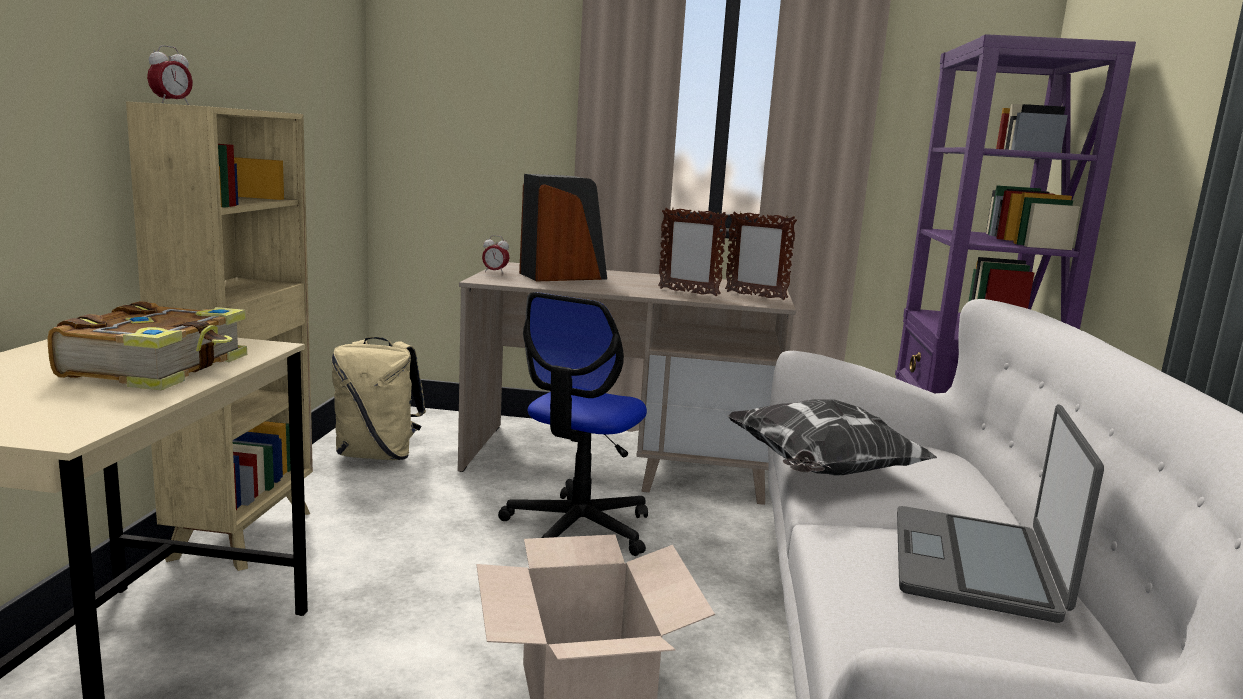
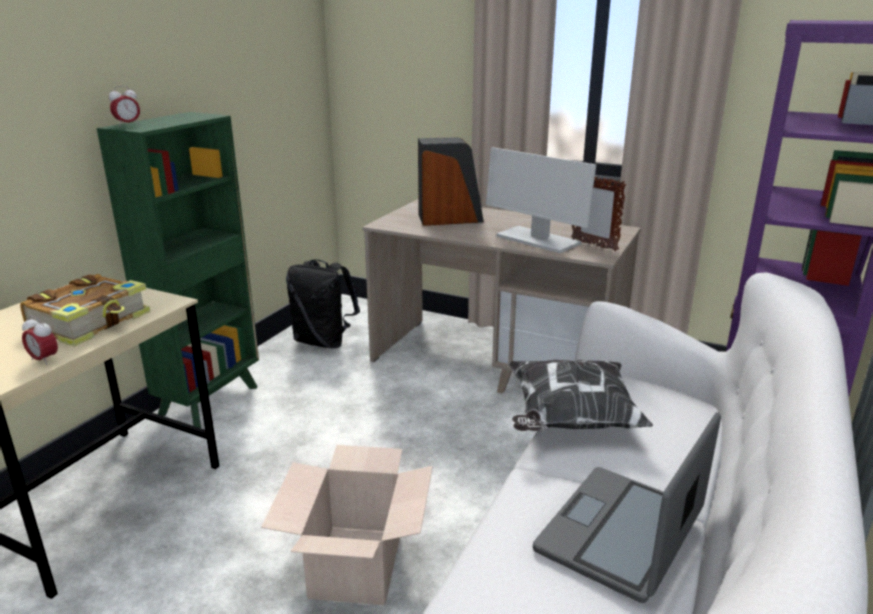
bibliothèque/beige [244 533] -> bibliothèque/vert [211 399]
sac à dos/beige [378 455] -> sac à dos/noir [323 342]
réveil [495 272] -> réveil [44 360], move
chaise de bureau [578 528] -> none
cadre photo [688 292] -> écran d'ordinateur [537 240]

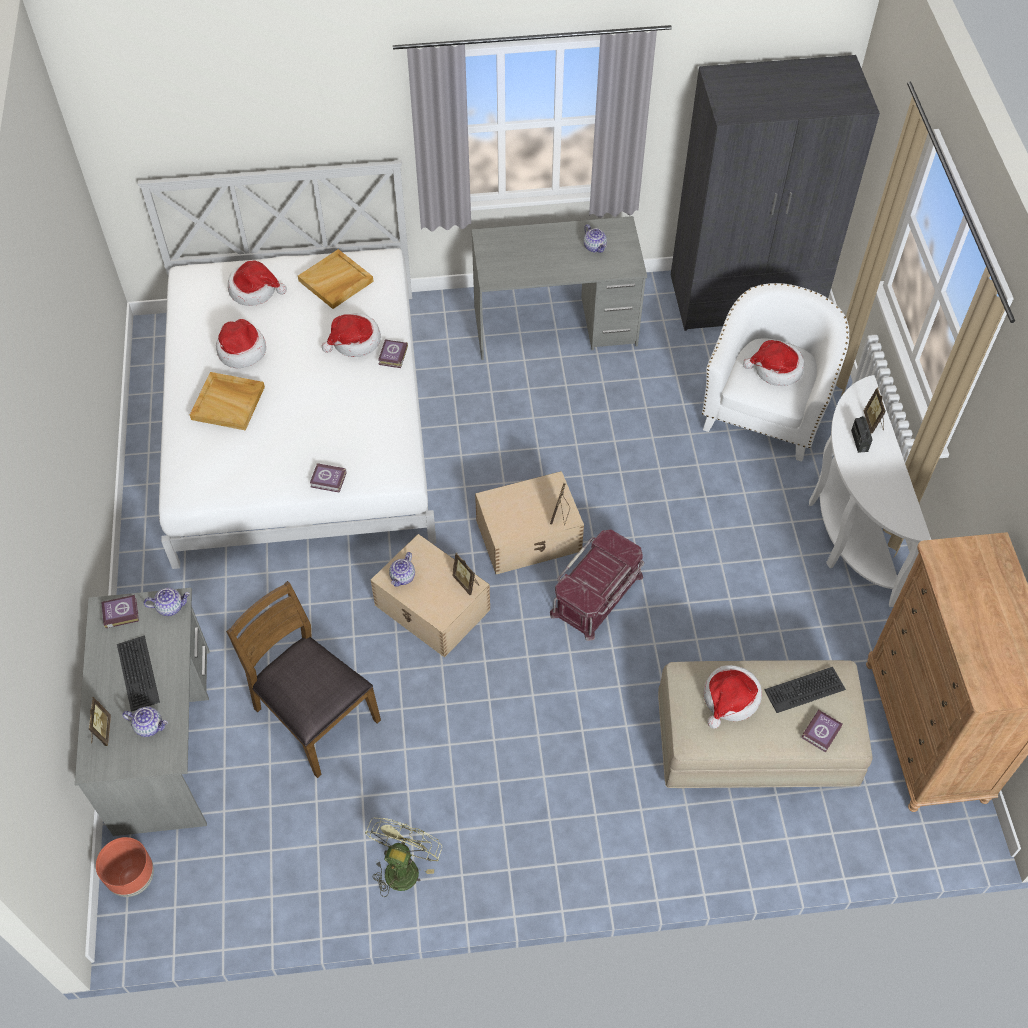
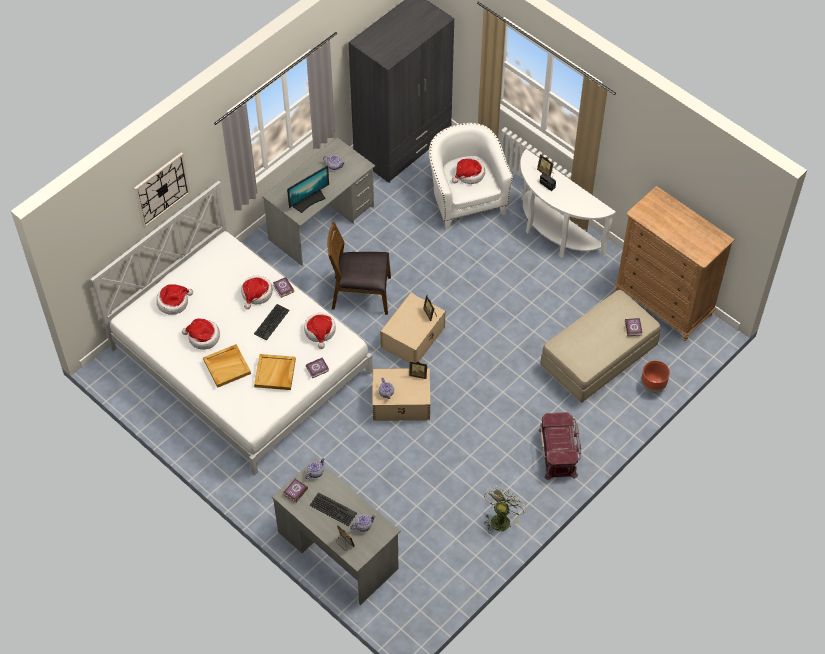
cache-pot/marron [132 878] -> cache-pot/marron [652 386], move
chaise/marron [314 716] -> chaise/marron [360 294], move
plateau/beige [336 281] -> plateau/beige [275 373], move
ventilateur/vert [403 866] -> ventilateur/vert [501 518], 45 degrees clockwise
boîte de rangement/rouge [597 595] -> boîte de rangement/rouge [558 452], move
chapeau [730 699] -> chapeau [320 331], move
clavier [804 689] -> clavier [271 322], move
none -> horloge murale [161 189]
none -> écran d'ordinateur [309 201]

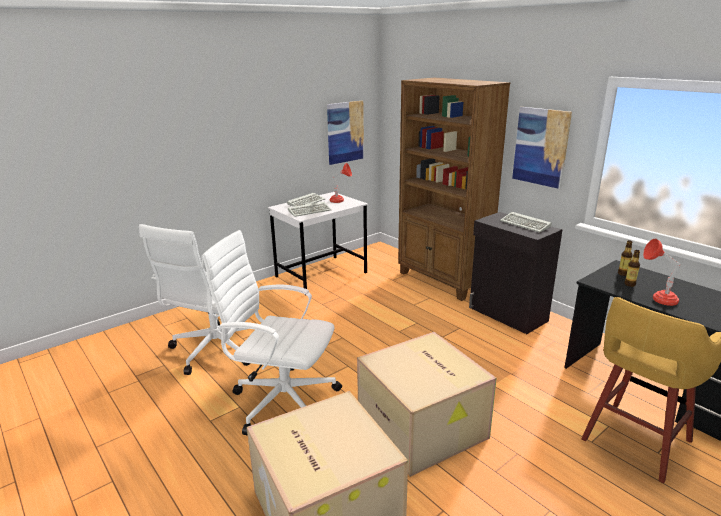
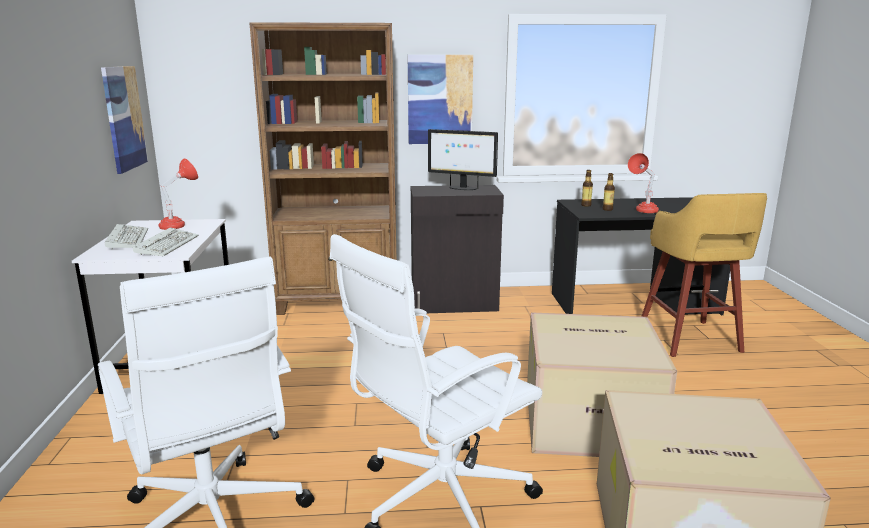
clavier [526 224] -> écran d'ordinateur [462 188]

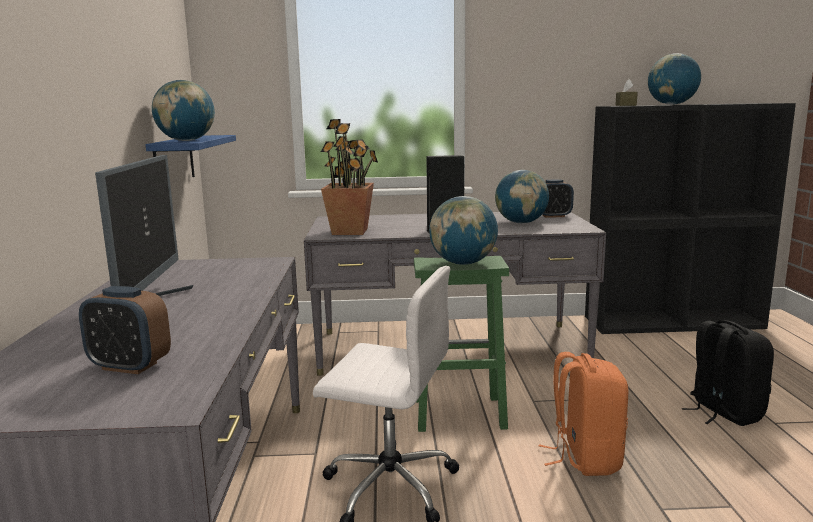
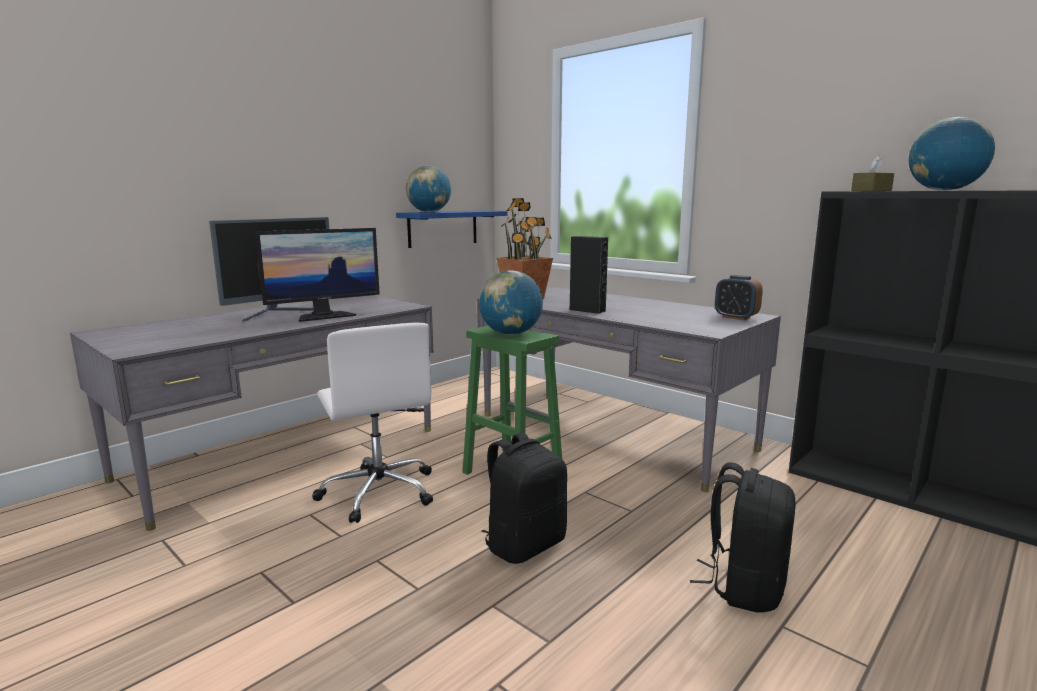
réveil [129 366] -> none
globe [521 222] -> none
sac à dos/orange [585 458] -> sac à dos/noir [525 545]
none -> écran d'ordinateur [324 316]

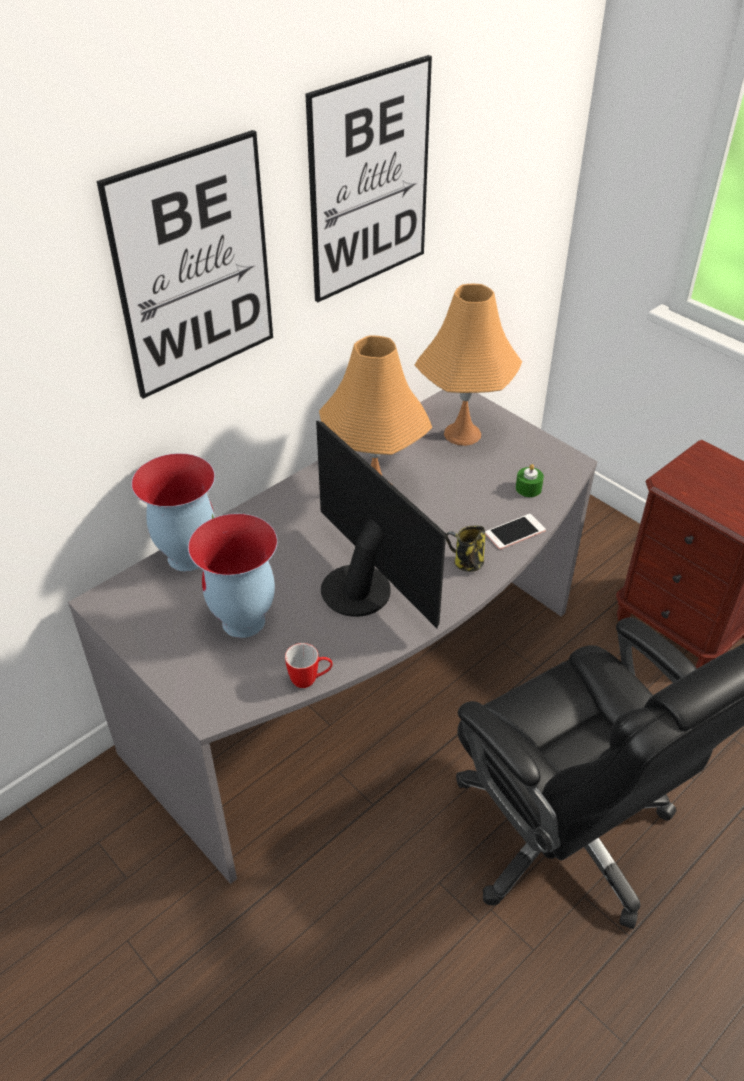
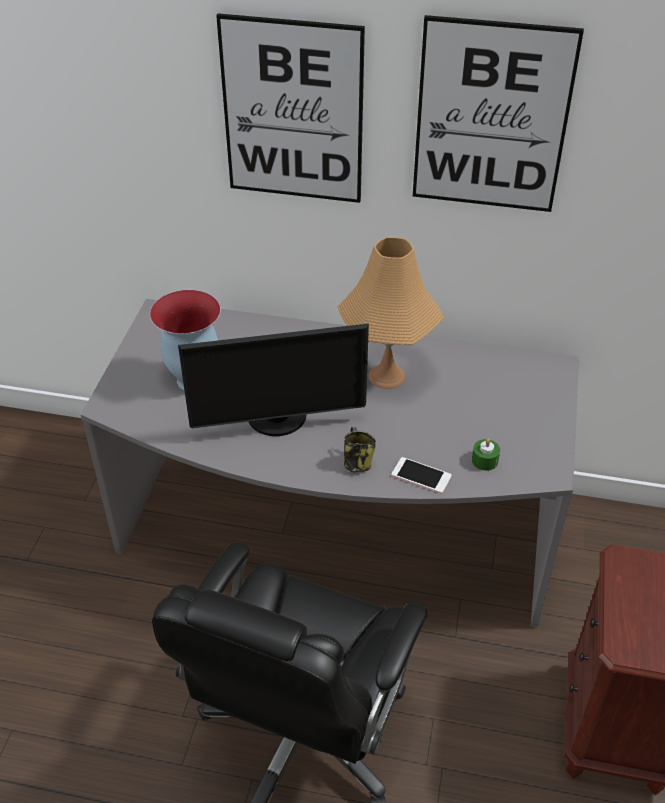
vase [187 556] -> none
mug [310 680] -> none
écran d'ordinateur [362 587] -> écran d'ordinateur [278 420], 60 degrees clockwise
lampe de table/orange [462 434] -> none

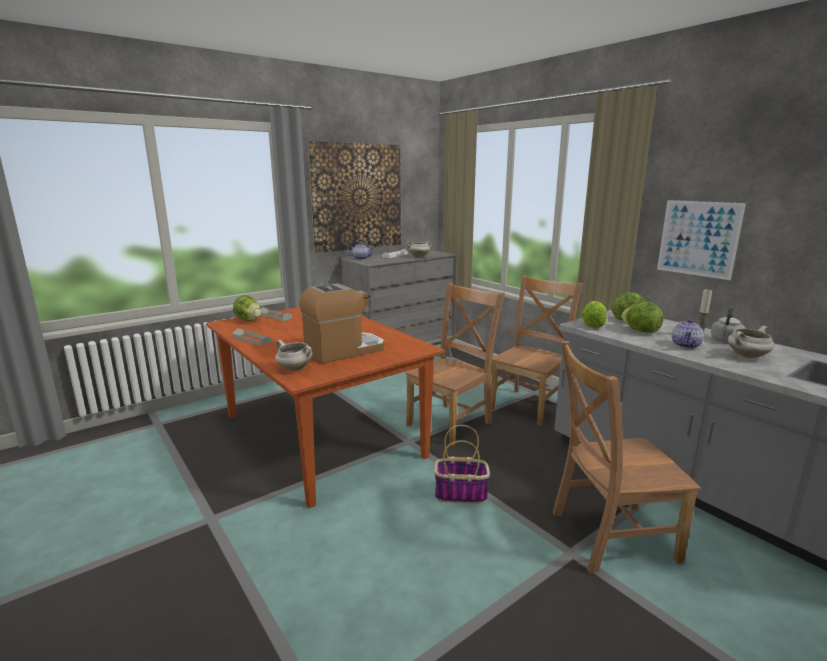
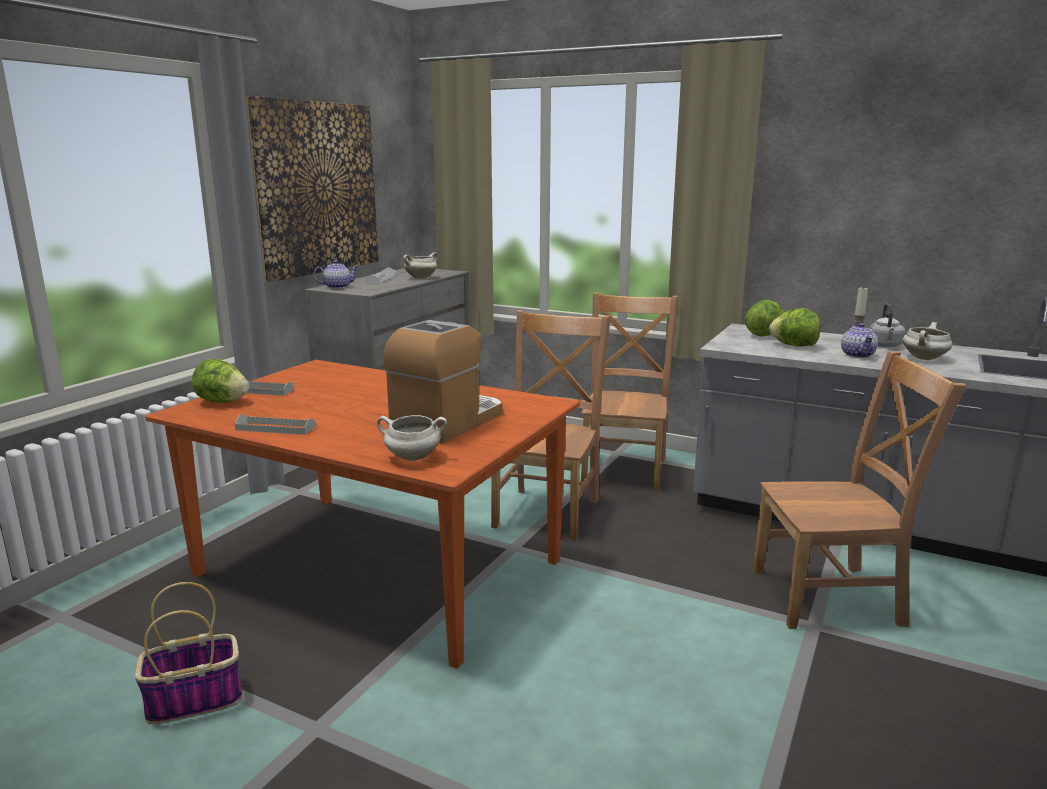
panier [461 494] -> panier [196 700], move
chaise/marron [608 536] -> chaise/marron [832 597], 150 degrees counterclockwise
laitue [593 325] -> none
tableau [698 238] -> none

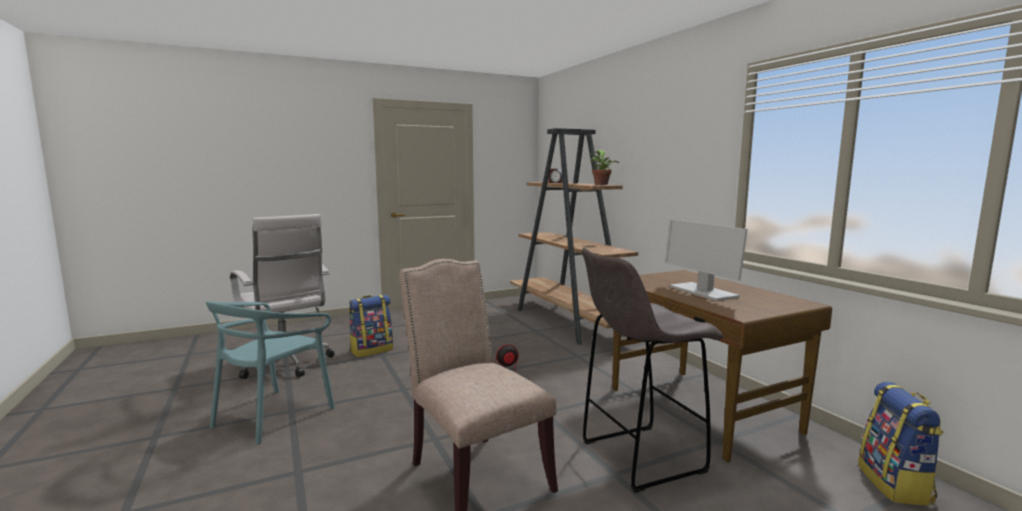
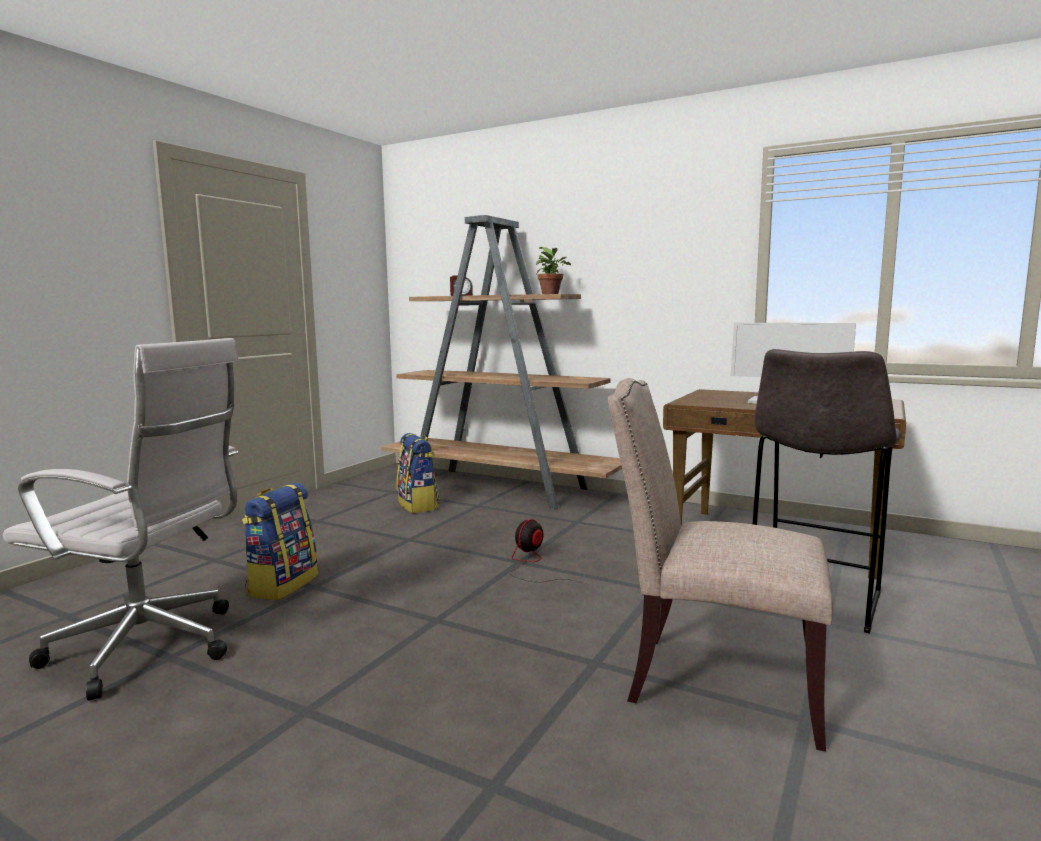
chaise/turquoise [273 415] -> none
sac à dos [895 485] -> sac à dos [419 505], move

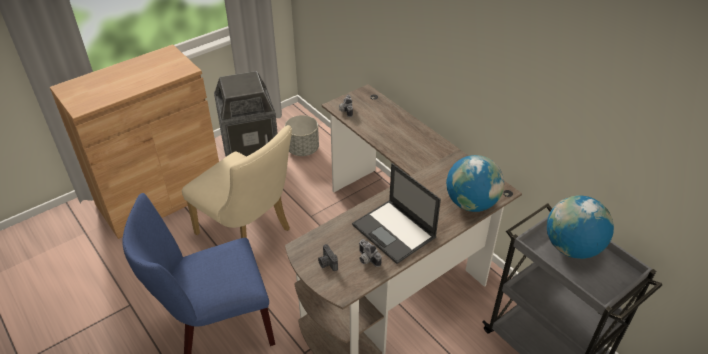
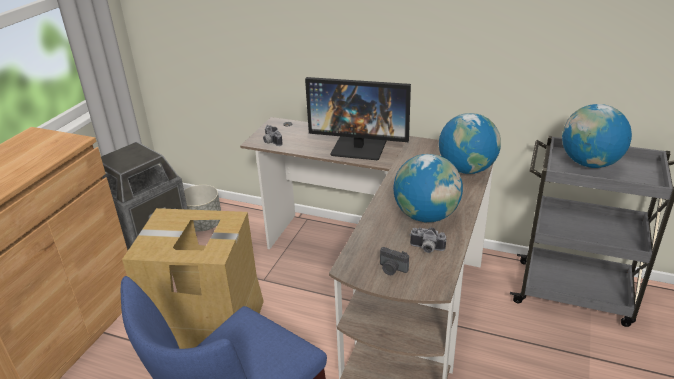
chaise/beige [248 234] -> carton [207 326]
ordinateur portable [394 231] -> globe [426 216]
none -> écran d'ordinateur [359 148]

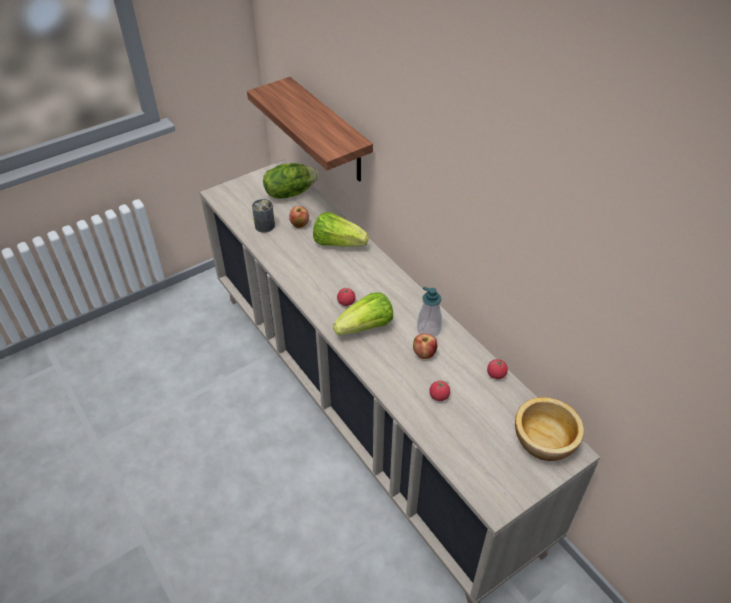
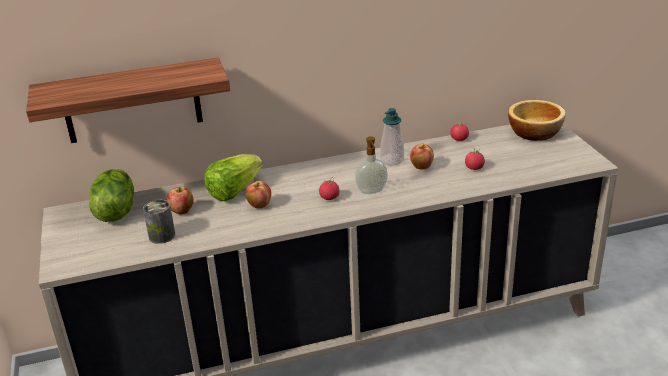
laitue [366 327] -> distributeur de savon [372 191]
none -> pomme [259 205]

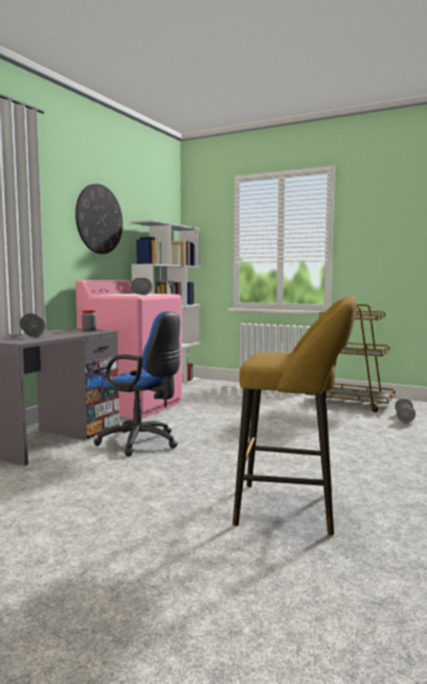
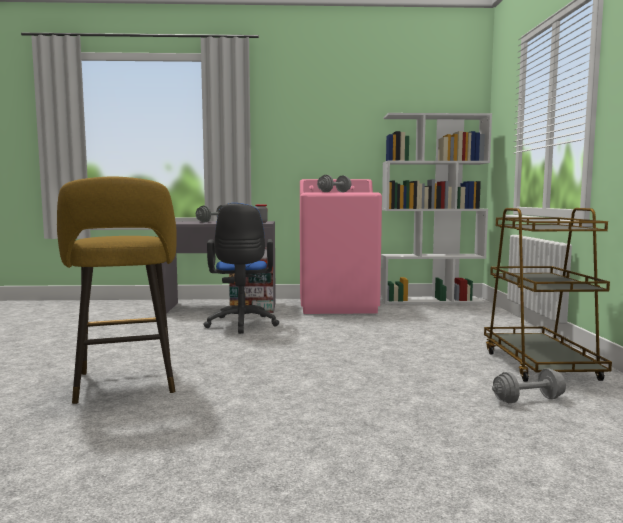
horloge murale [99 219] -> none

